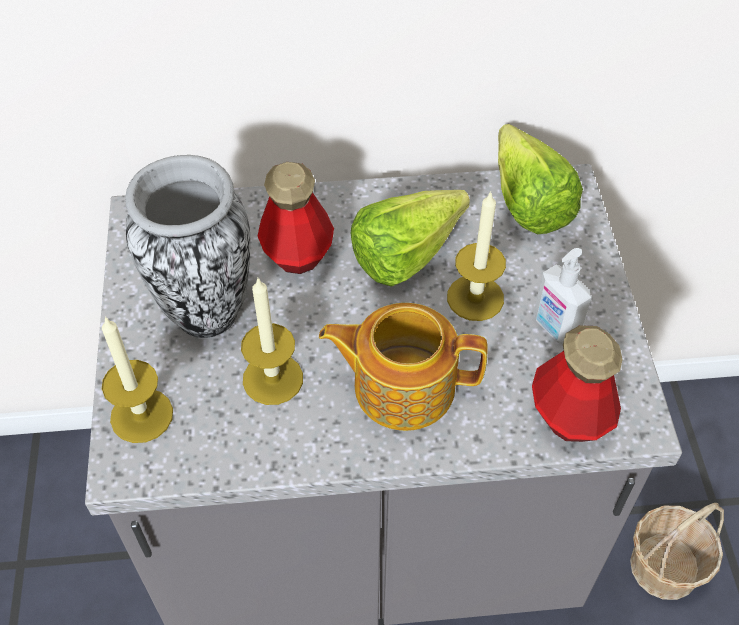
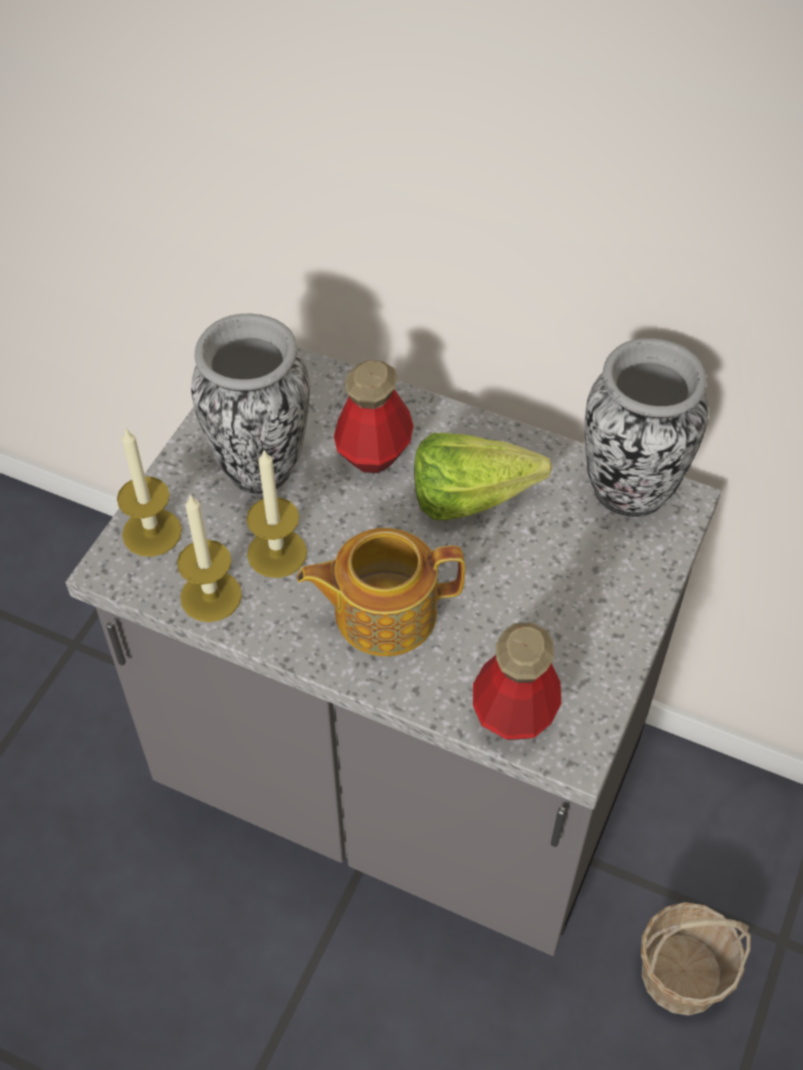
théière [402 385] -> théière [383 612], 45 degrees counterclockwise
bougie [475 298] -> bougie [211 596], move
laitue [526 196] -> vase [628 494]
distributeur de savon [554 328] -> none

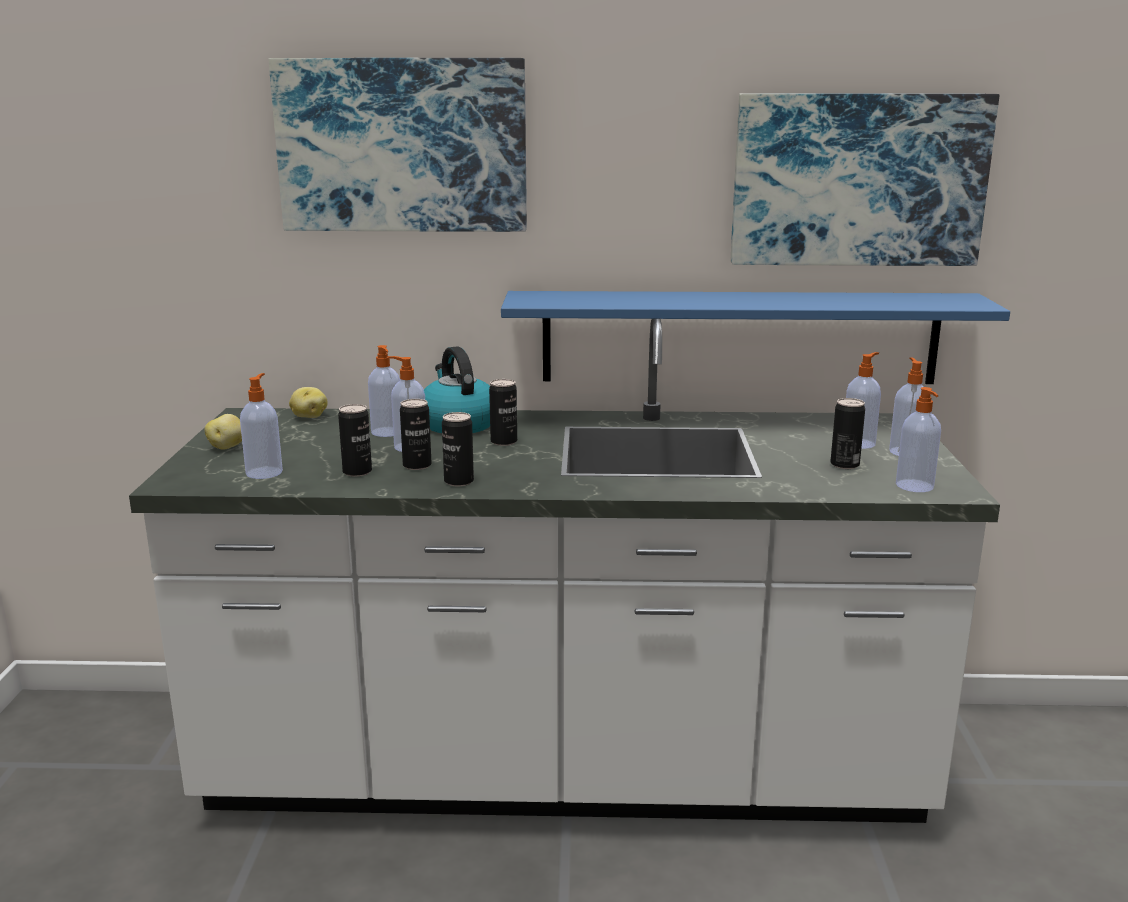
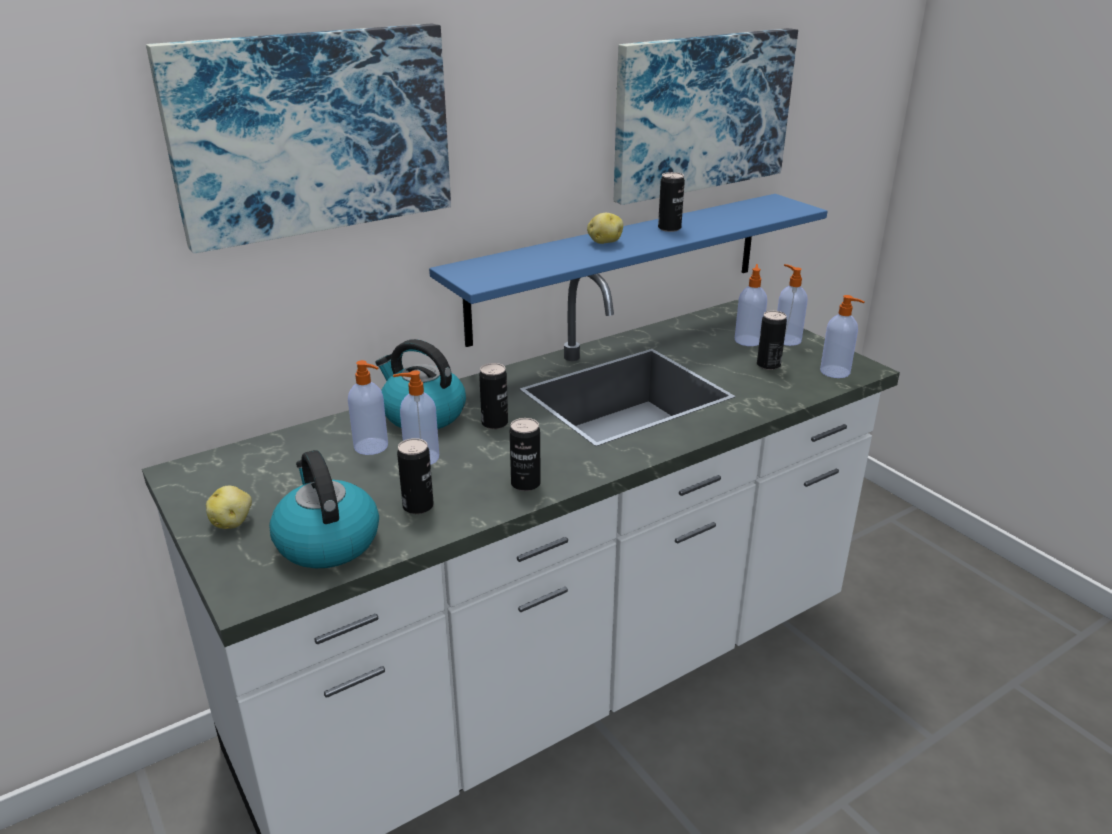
distributeur de savon [265 472] -> bouilloire [326 541]
pomme de terre [309 417] -> pomme de terre [604 242], move
boîte métallique [417 465] -> boîte métallique [669 228], move

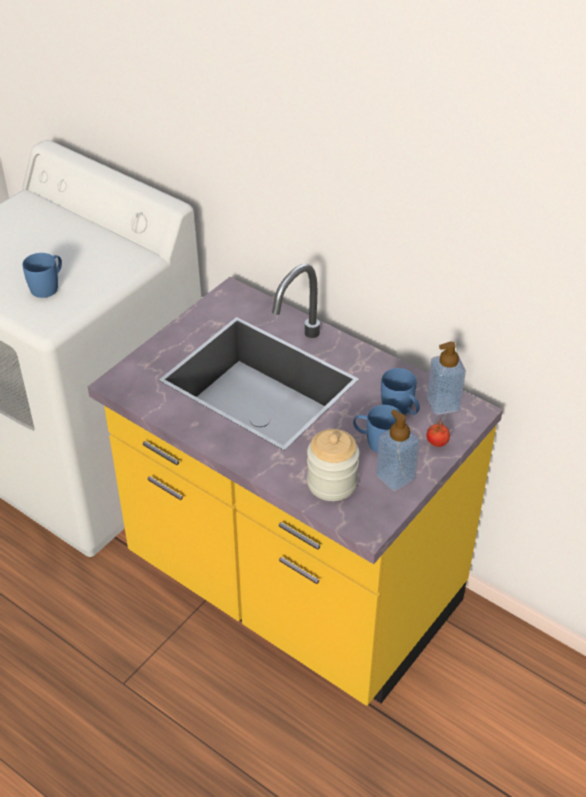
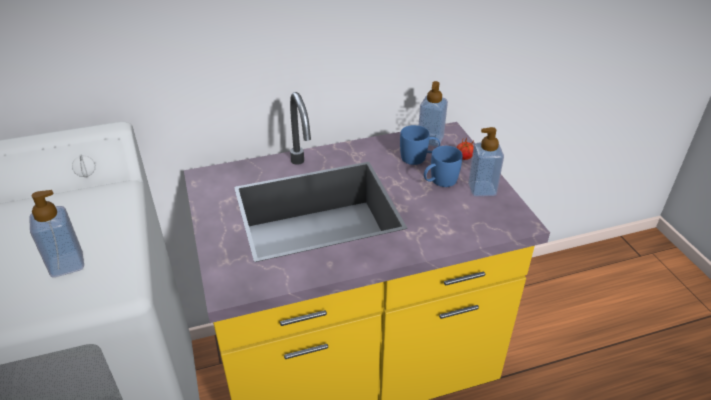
mug/bleu [48 286] -> distributeur de savon [67 264]
bocal [332 483] -> none

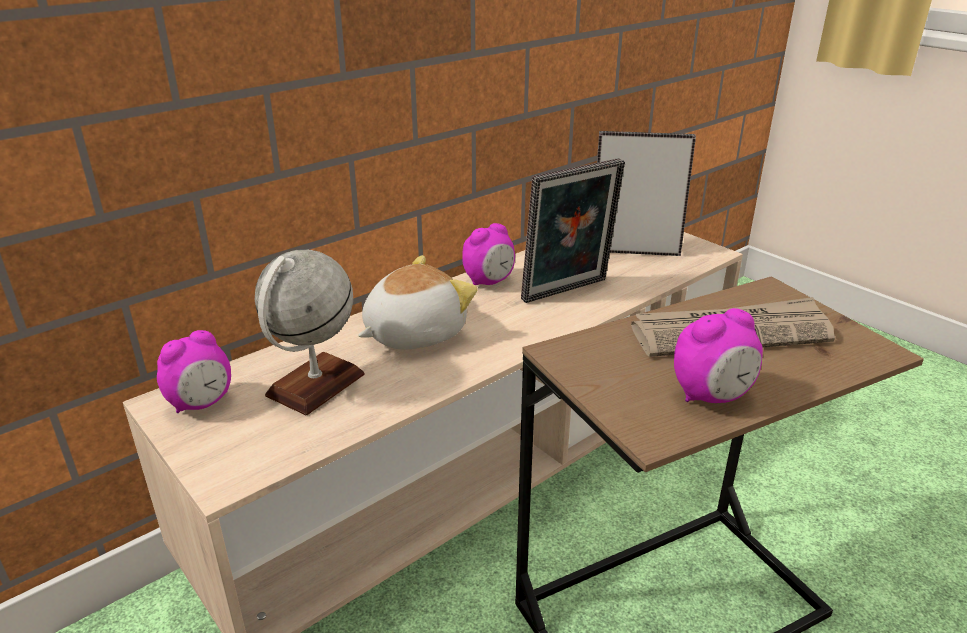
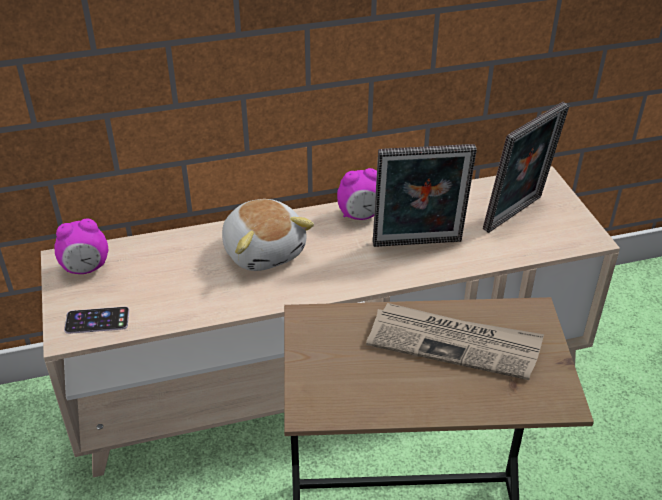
globe [315 385] -> none
peluche [413 333] -> peluche [264 250], 75 degrees clockwise
cadre photo [634 250] -> cadre photo [516 215], 105 degrees clockwise
réveil [711 396] -> none
none -> téléphone [97 320]

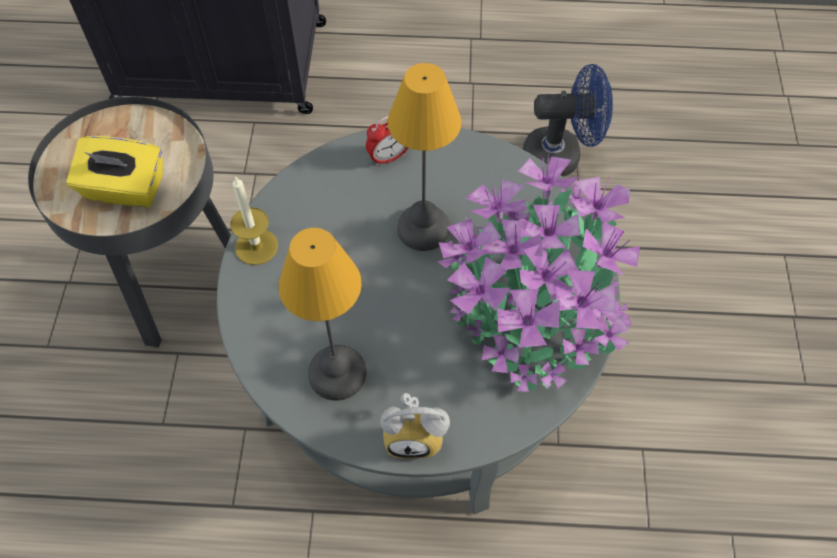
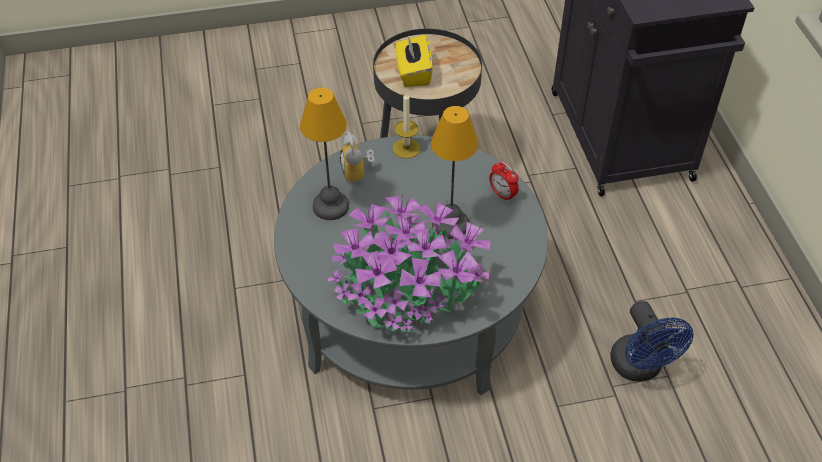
réveil [415 435] -> réveil [358 174], move

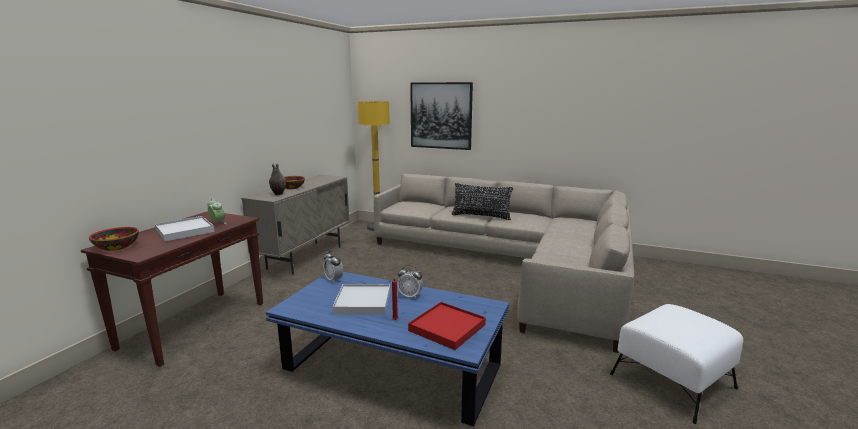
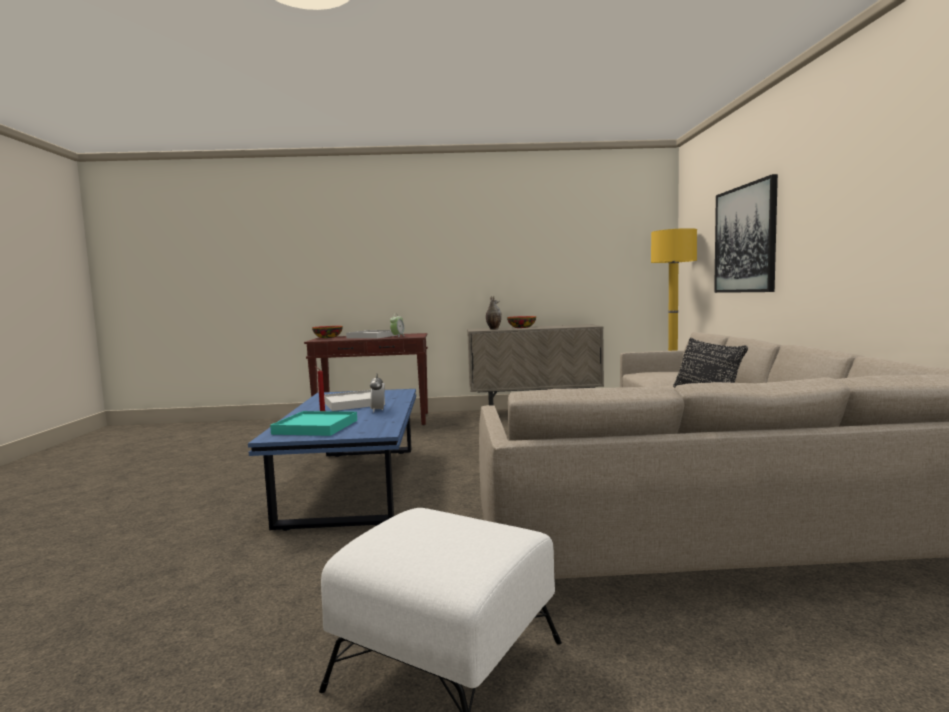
réveil [334 279] -> none
plateau/rouge [447 328] -> plateau/turquoise [315 427]

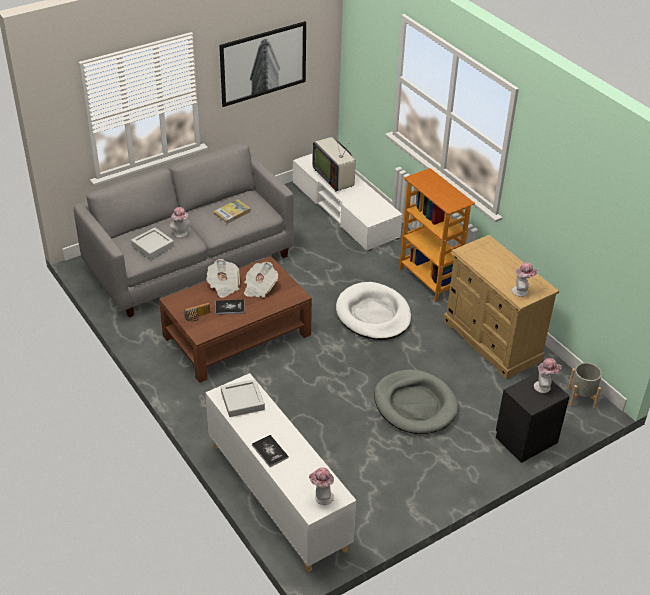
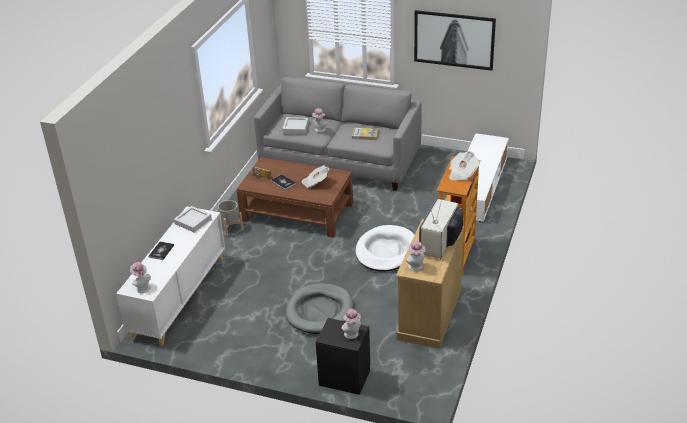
journal [223 286] -> journal [462 173], move
téléviseur [335 177] -> téléviseur [441 243], move
cache-pot/gris [581 398] -> cache-pot/gris [230 228], move

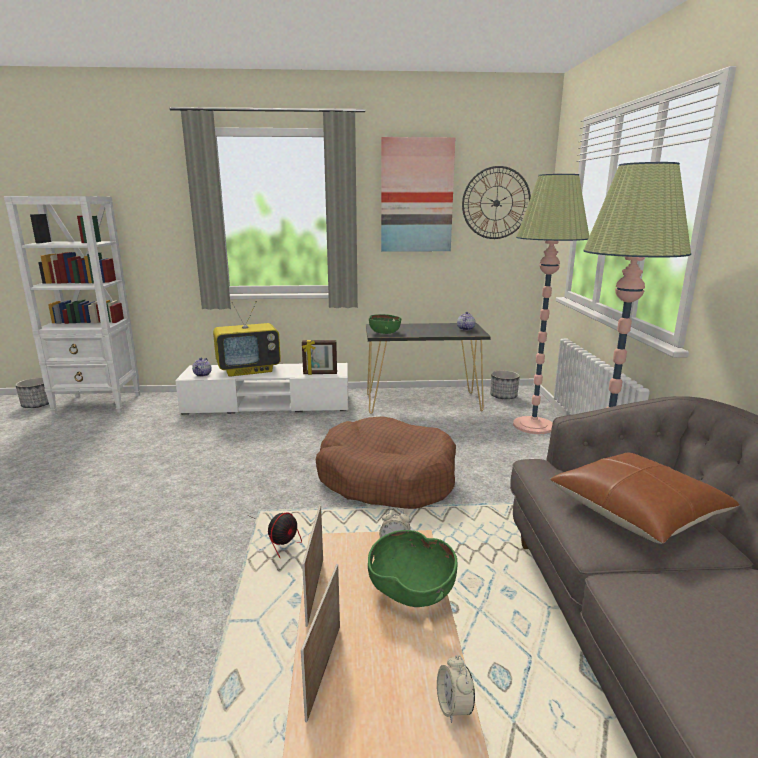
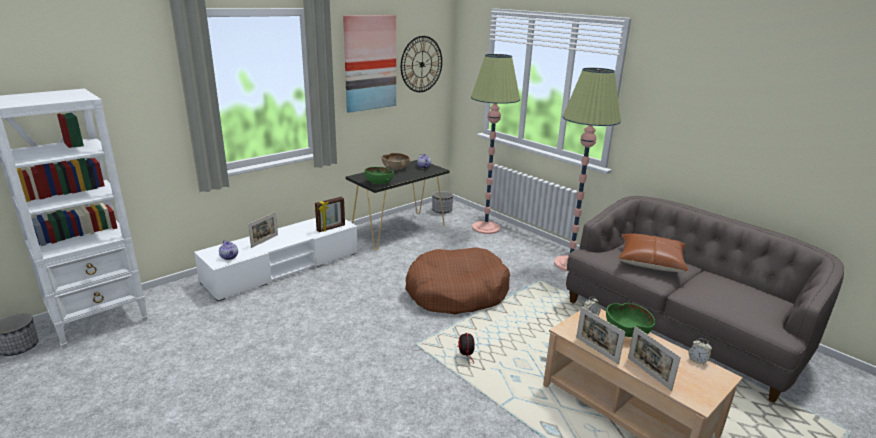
téléviseur [249 370] -> cadre photo [264 241]
none -> bol/marron [395 168]

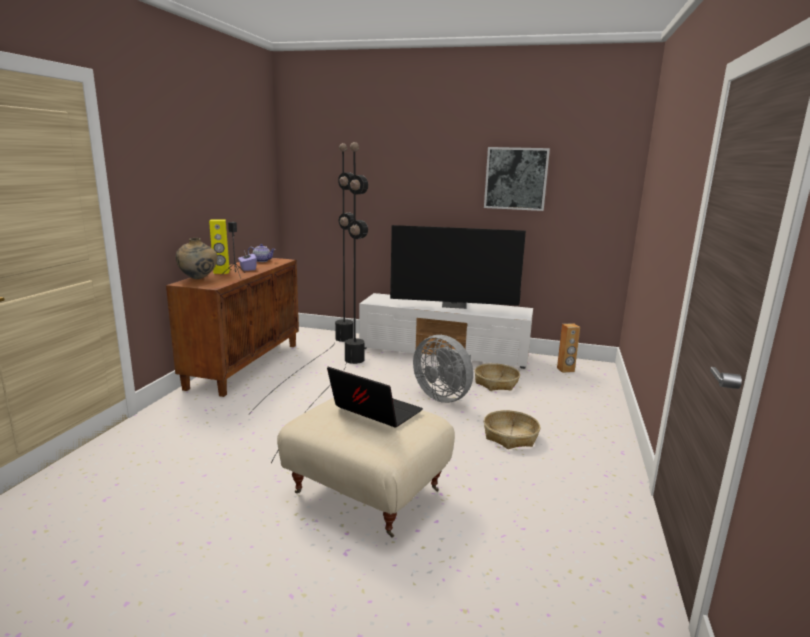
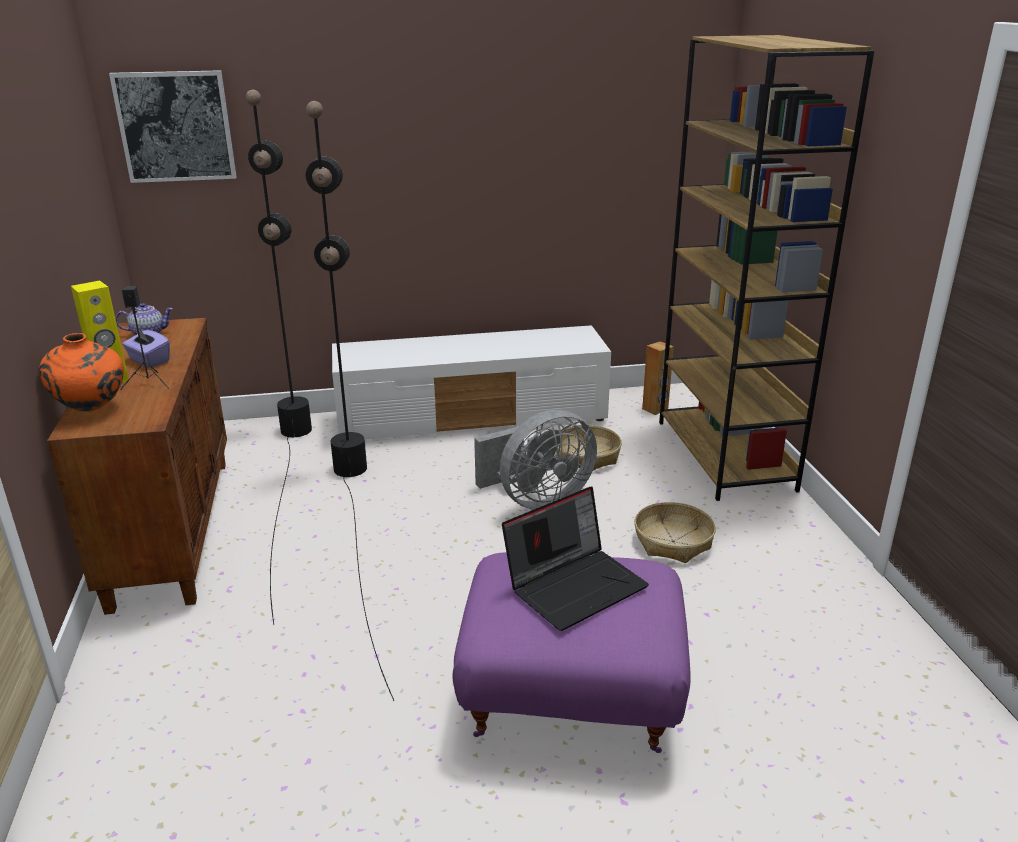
vase/beige [198 279] -> vase/orange [92 409]
pouf/beige [365 493] -> pouf/violet [569 699]
ordinateur portable [374 411] -> ordinateur portable [575 585], 135 degrees clockwise
téléviseur [454 305] -> none
ventilateur/gris [444 396] -> ventilateur/gris [537 500], 45 degrees counterclockwise
tableau [516 178] -> tableau [175 126], move
none -> bibliothèque/marron [725 455]

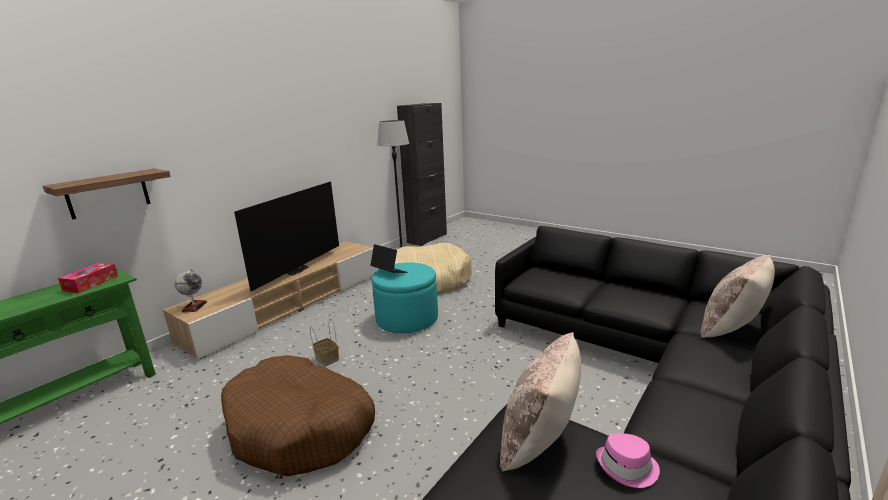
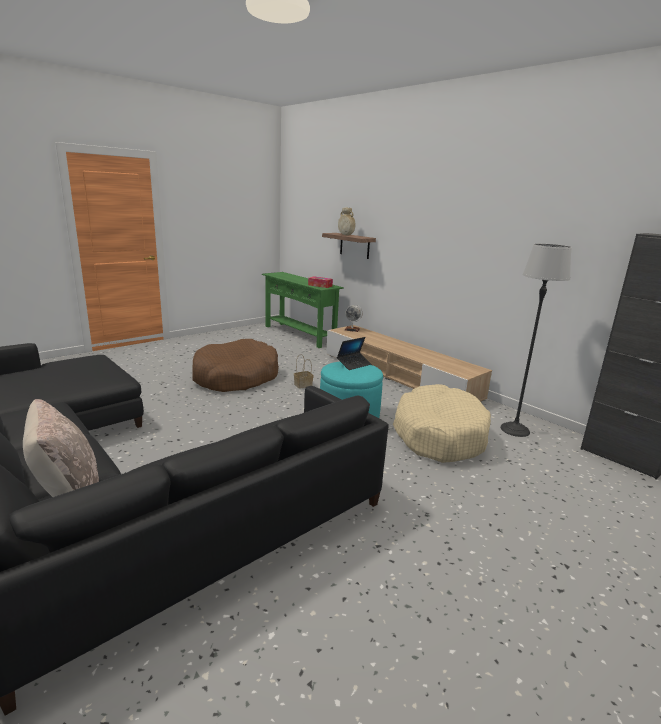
téléviseur [295 270] -> none
coussin/beige [540 441] -> none
chapeau/rose [627 467] -> none
none -> vase/beige [346 235]

